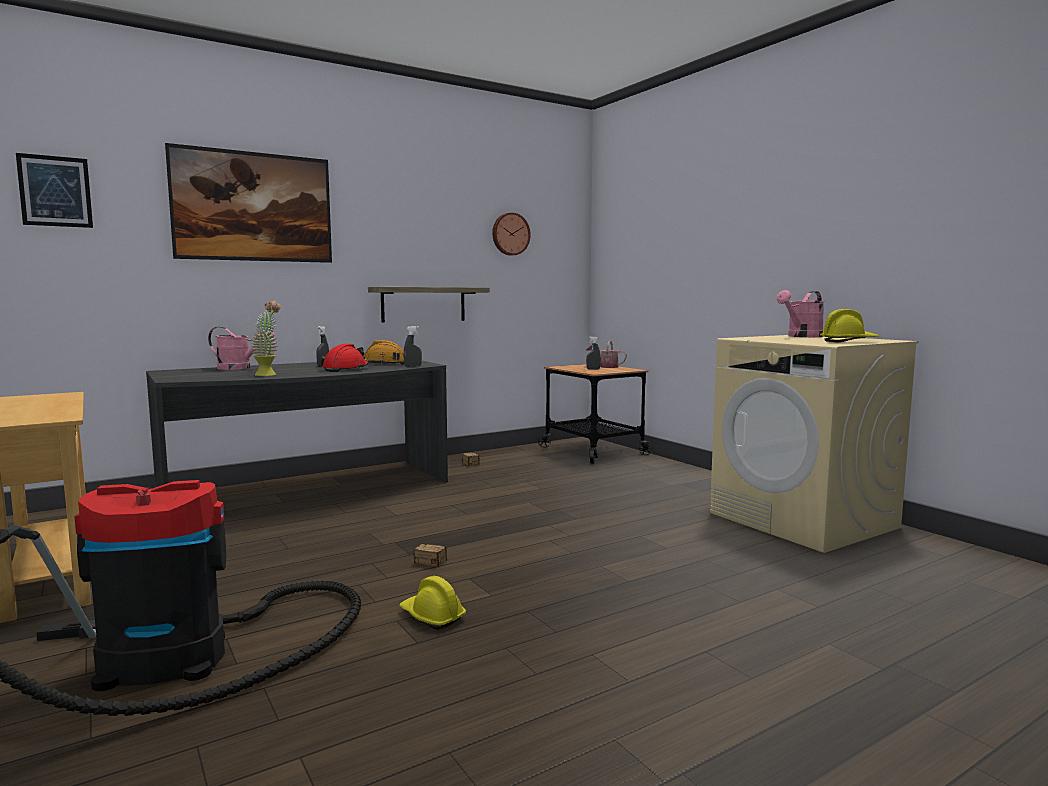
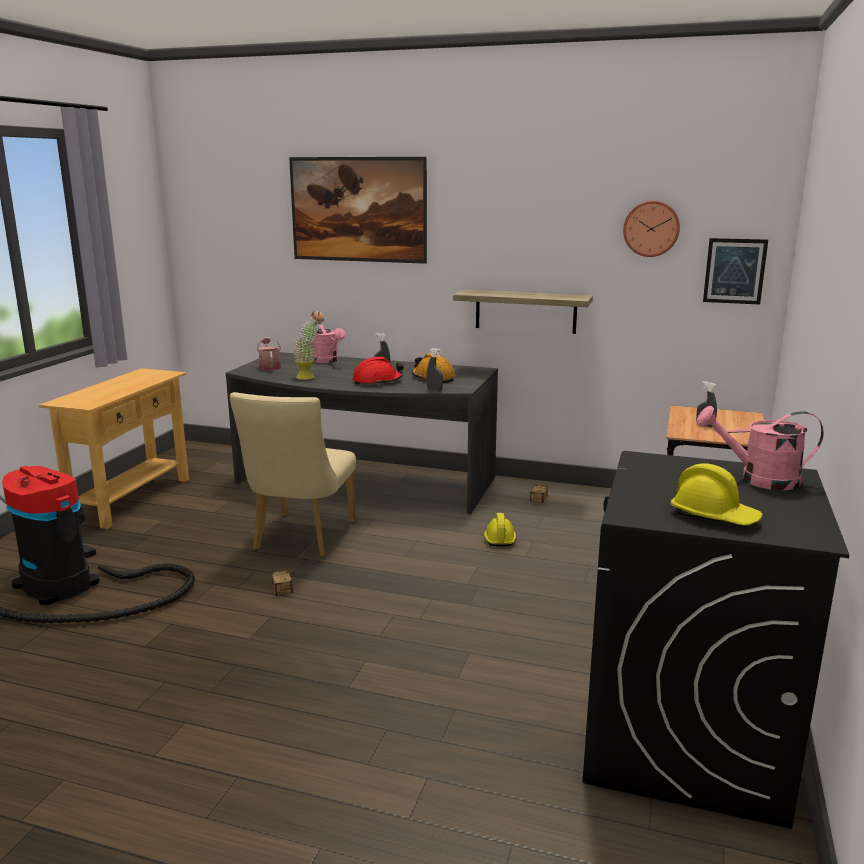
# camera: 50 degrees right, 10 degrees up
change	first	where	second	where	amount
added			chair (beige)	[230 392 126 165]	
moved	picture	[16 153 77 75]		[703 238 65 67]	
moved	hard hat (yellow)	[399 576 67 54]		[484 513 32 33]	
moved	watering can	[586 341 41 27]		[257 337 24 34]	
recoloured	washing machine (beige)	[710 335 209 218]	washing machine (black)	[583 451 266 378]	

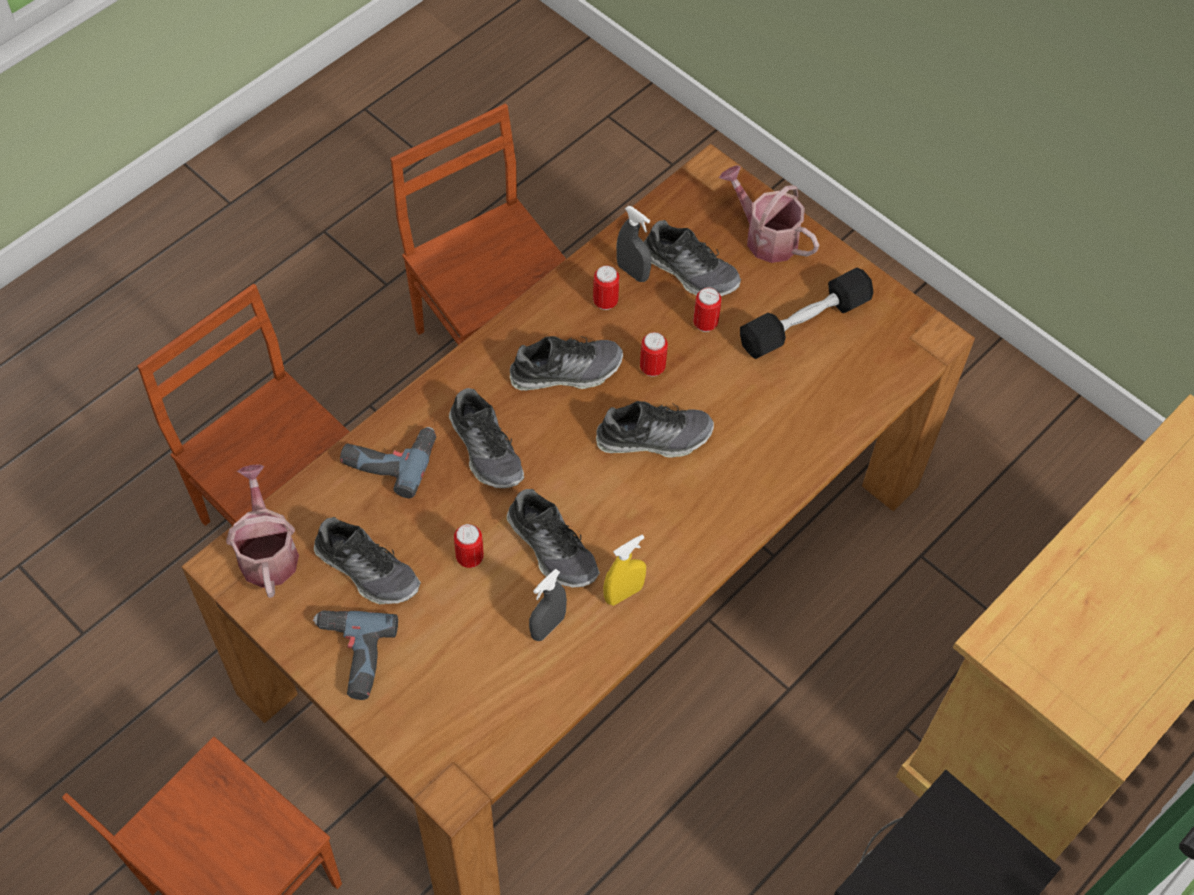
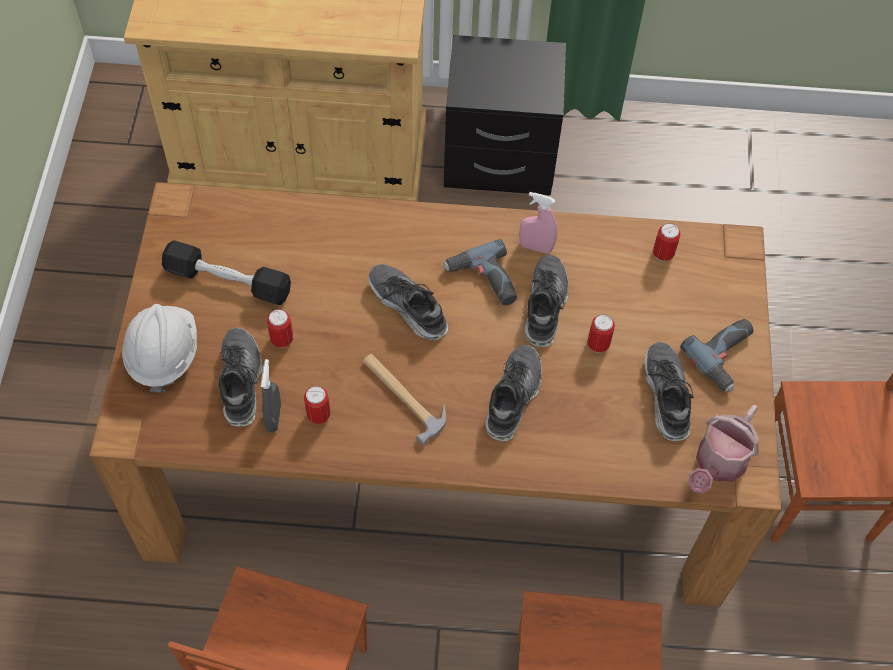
# camera: 130 degrees left, 0 degrees up
change	first	where	second	where	amount
removed	spray bottle (grey)	[529 569 38 72]			
moved	power drill	[340 427 96 71]		[443 239 74 66]	
moved	can	[640 332 28 45]		[653 223 28 39]	
replaced	shoe	[510 336 113 55]	hammer	[363 354 83 92]	
replaced	watering can	[719 165 100 98]	hard hat (white)	[122 304 75 88]	
recoloured	spray bottle (yellow)	[603 535 43 71]	spray bottle (pink)	[519 192 38 62]	

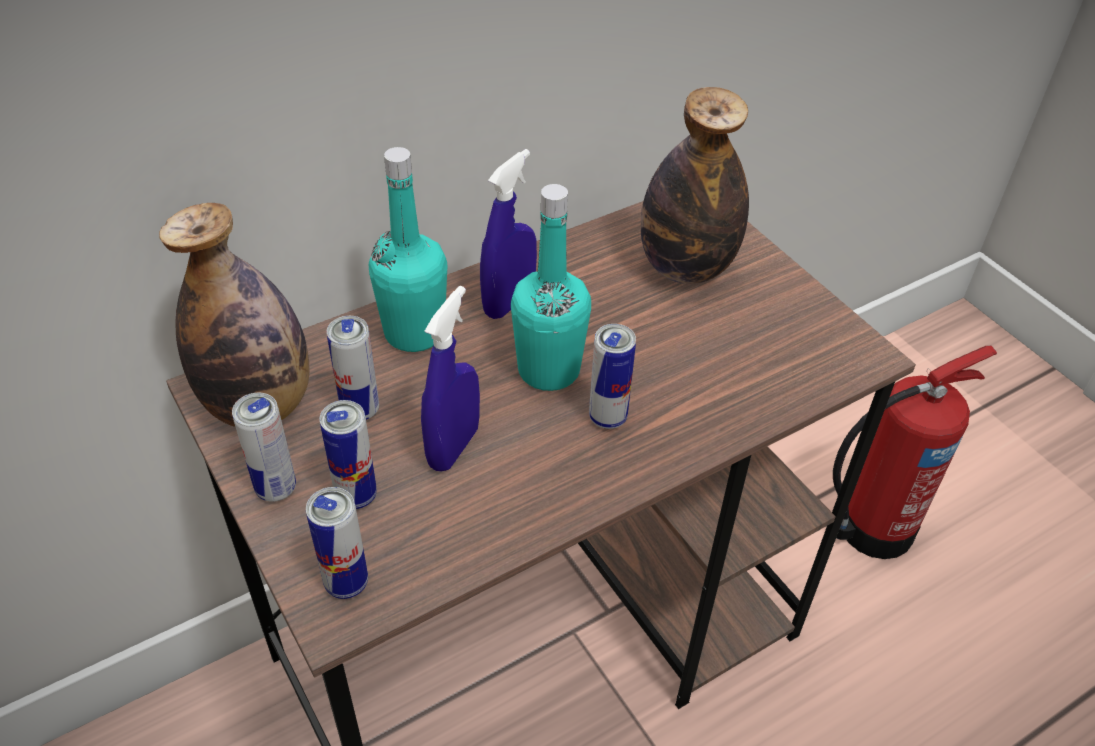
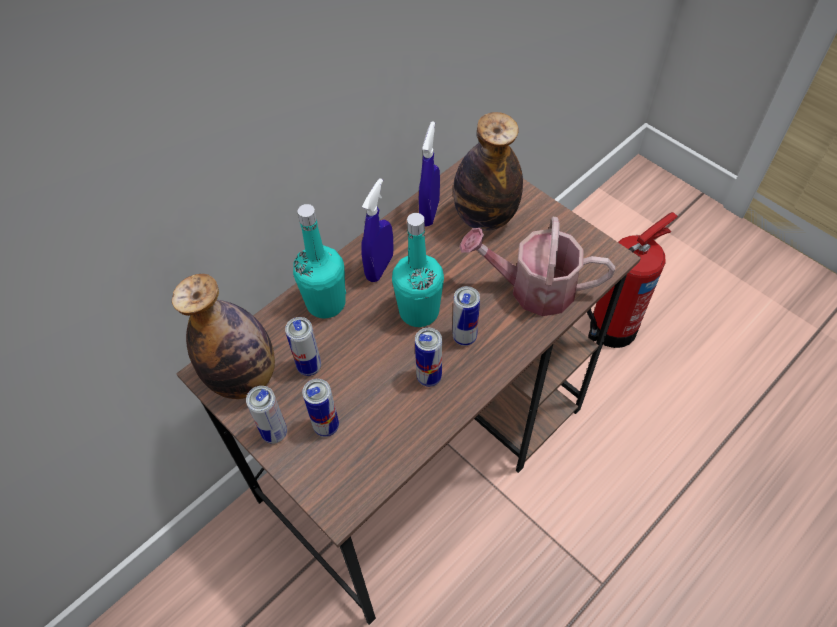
# camera: 10 degrees left, 10 degrees up
change	first	where	second	where	amount
added			watering can	[459 217 156 99]	
moved	can	[306 487 62 112]		[415 328 27 59]	
moved	spray bottle (blue)	[421 286 59 186]		[419 121 21 105]	

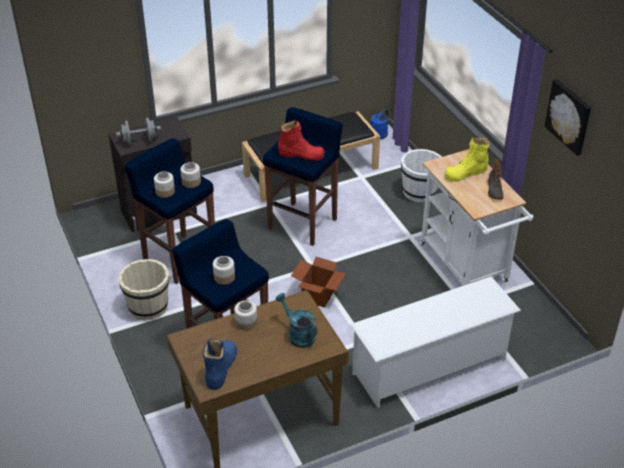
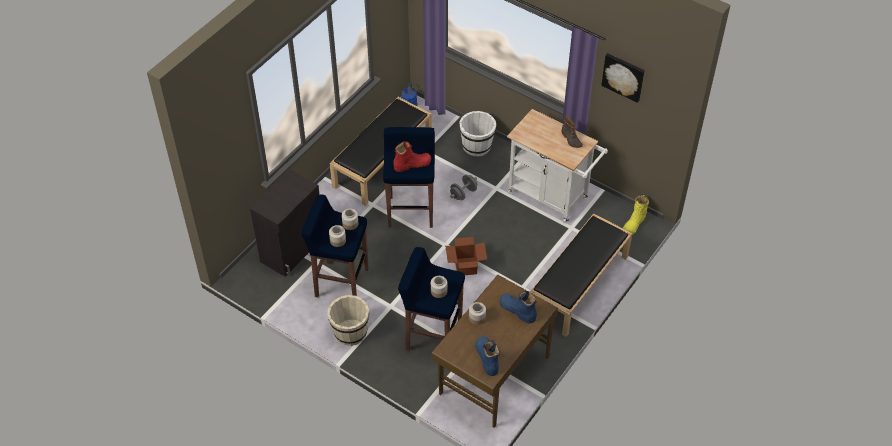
# camera: 30 degrees left, 10 degrees up
change	first	where	second	where	amount
moved	dumbbell (grey)	[116 118 45 27]		[450 175 27 25]	
moved	boot (yellow)	[445 137 44 45]		[623 195 26 40]	
replaced	watering can (turquoise)	[275 293 42 55]	boot (blue)	[500 291 37 33]	
replaced	shoe rack (white)	[350 276 171 132]	bench (black)	[530 213 102 124]	

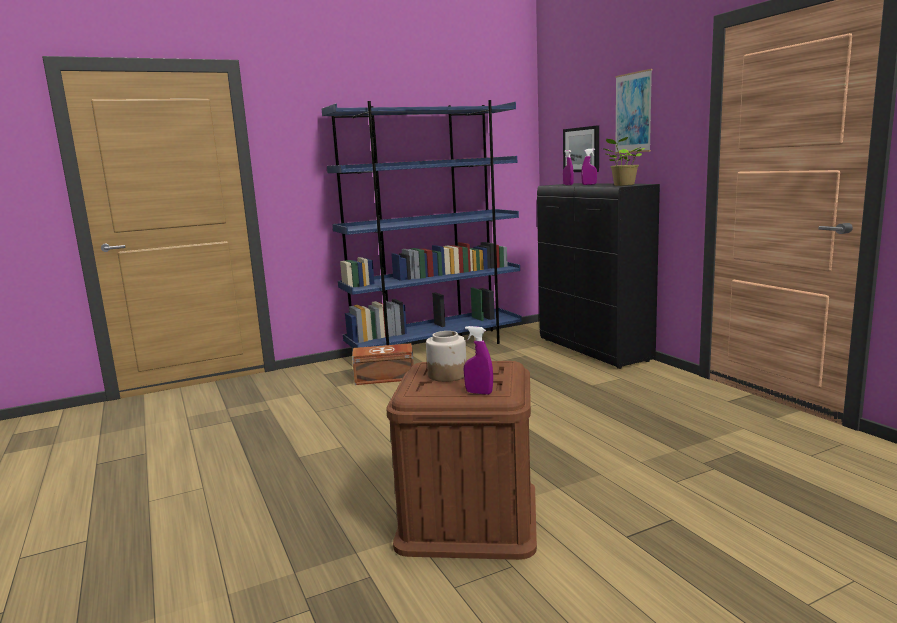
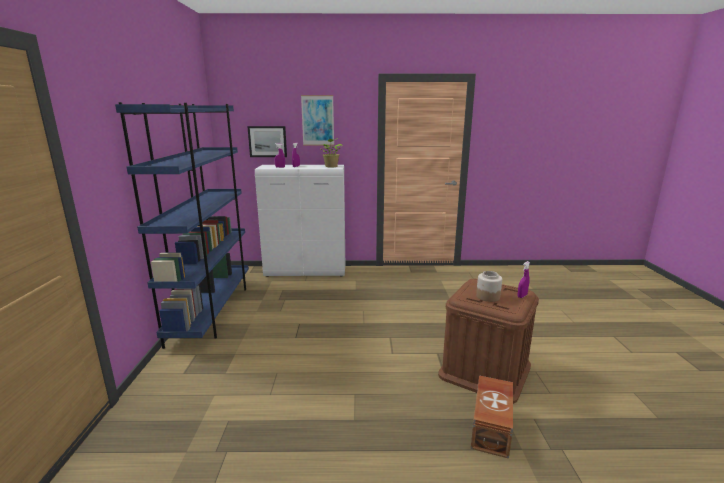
# camera: 65 degrees left, 5 degrees up
change	first	where	second	where	amount
moved	storage box (brown)	[352 343 62 42]		[471 375 42 84]	
recoloured	cabinet (black)	[537 183 123 186]	cabinet (white)	[255 165 90 112]	

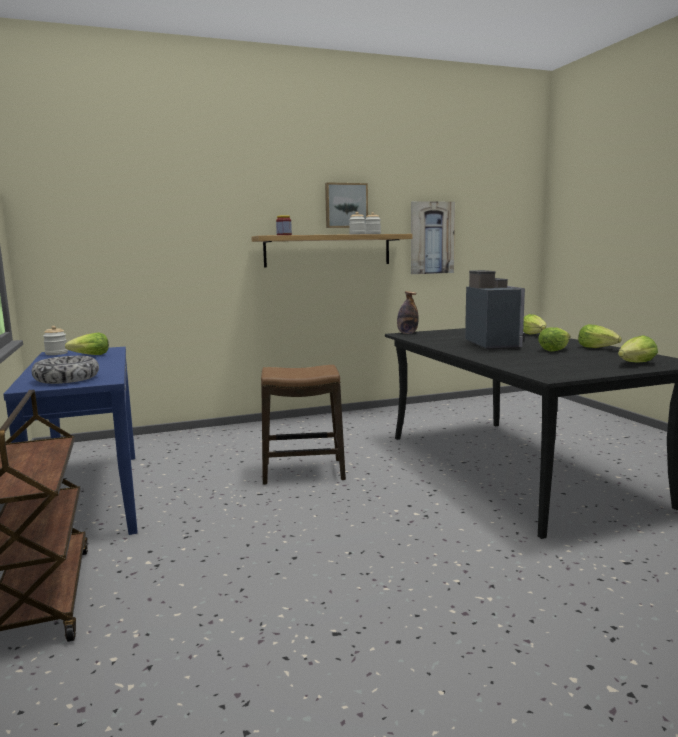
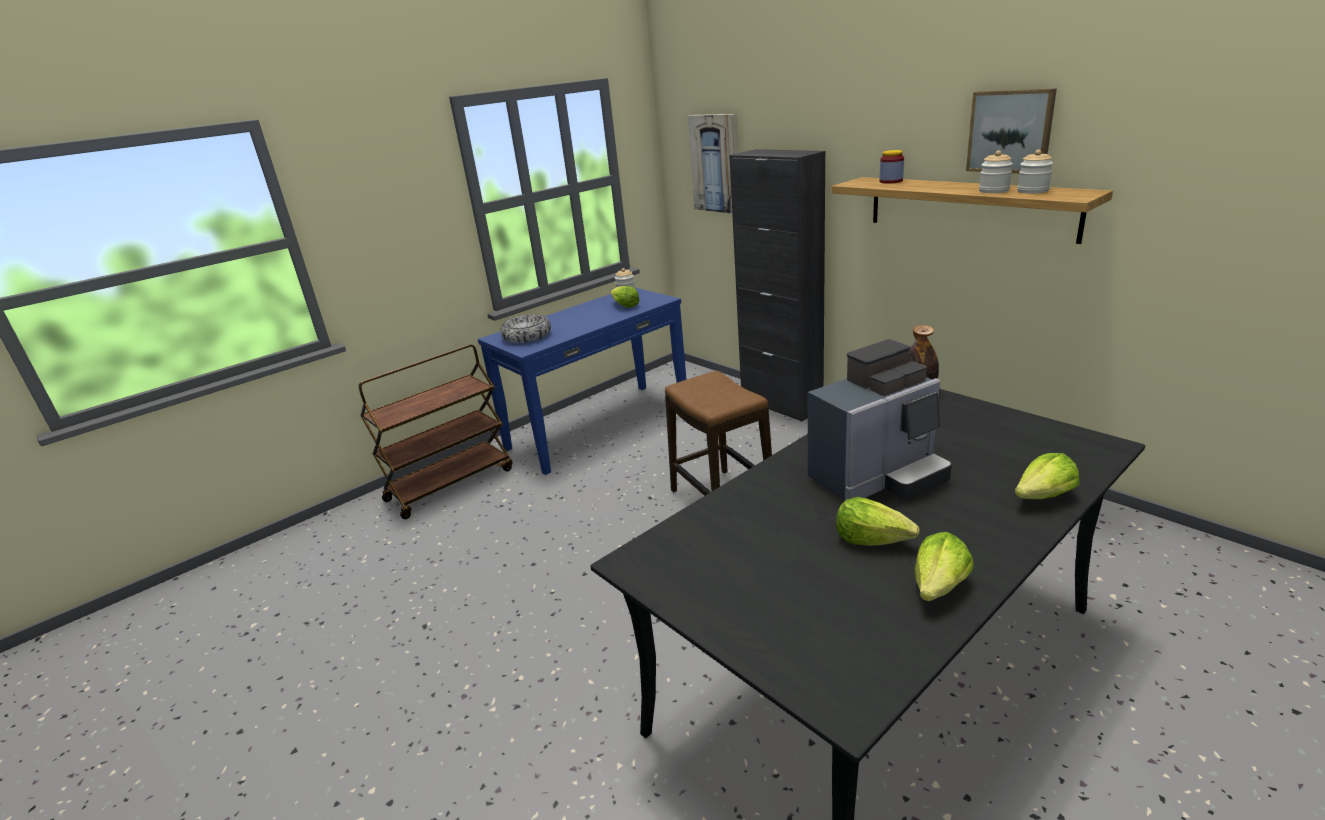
# camera: 70 degrees right, 15 degrees up
change	first	where	second	where	amount
removed	lettuce	[618 335 40 28]			
added			cabinet (black)	[730 149 95 273]	
moved	picture	[411 201 44 73]		[687 114 51 99]	

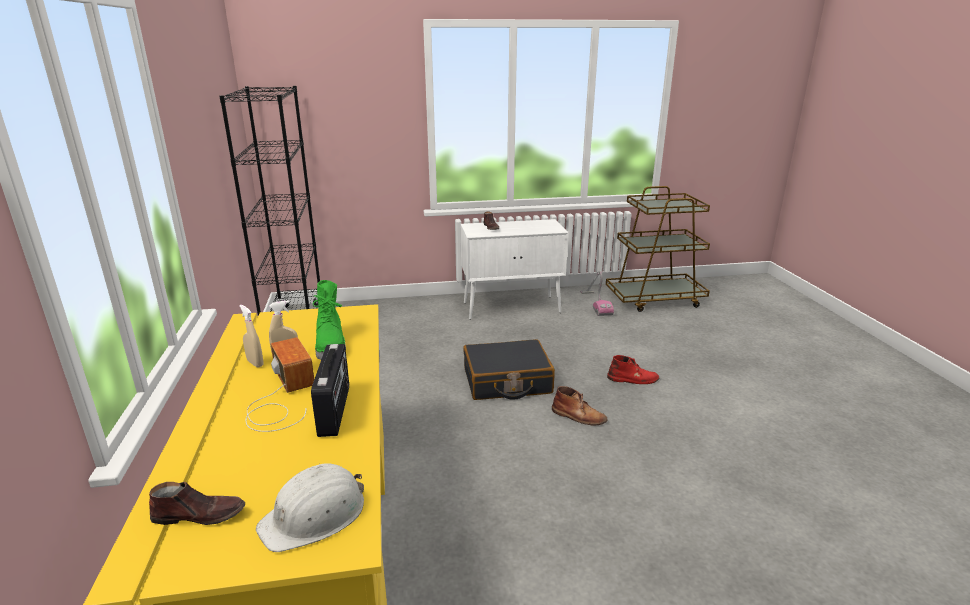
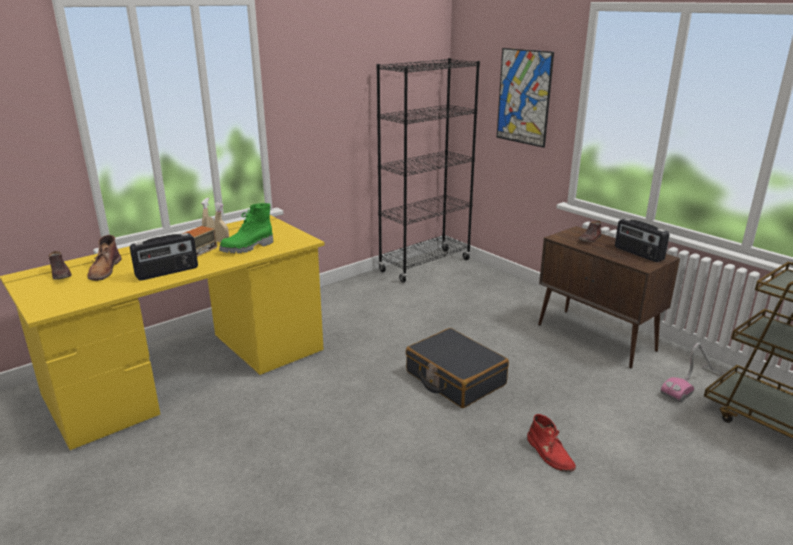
# camera: 60 degrees right, 0 degrees up
change	first	where	second	where	amount
removed	hard hat (white)	[256 463 108 89]			
added			picture	[496 48 58 100]	
added			radio	[615 218 55 44]	
moved	boot (brown)	[552 386 56 39]		[87 235 34 46]	
recoloured	cabinet (white)	[461 219 107 101]	cabinet (brown)	[538 226 142 142]	

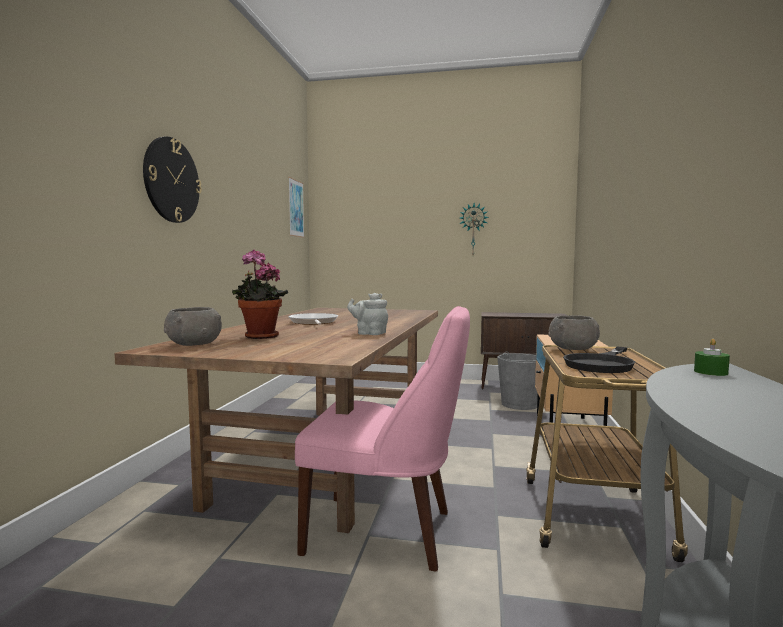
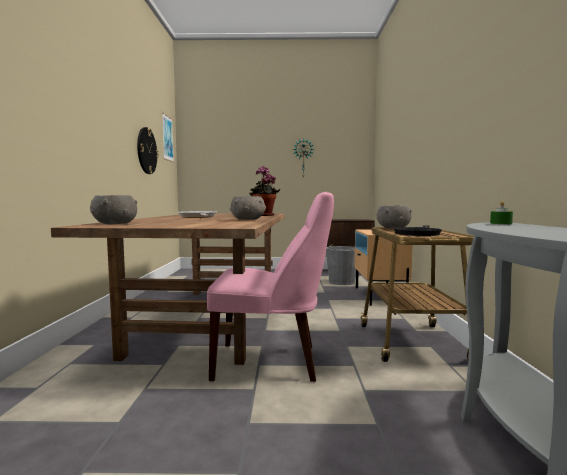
# camera: 10 degrees left, 0 degrees up
change	first	where	second	where	amount
moved	wall clock	[143 136 59 87]		[137 127 22 47]	
moved	potted plant	[232 250 56 89]		[249 167 31 49]	
replaced	teapot (grey)	[347 293 41 42]	bowl (grey)	[230 196 36 24]	

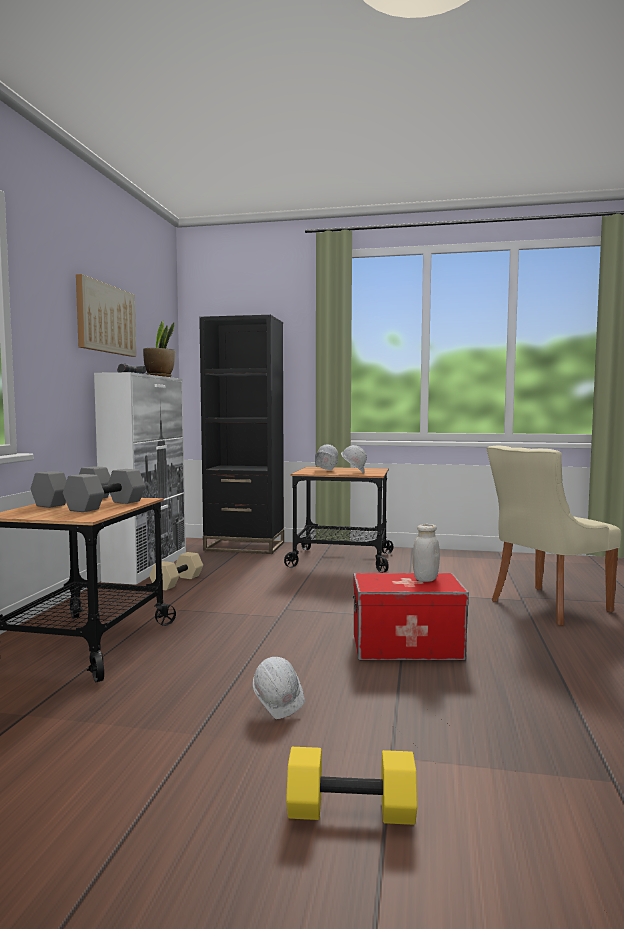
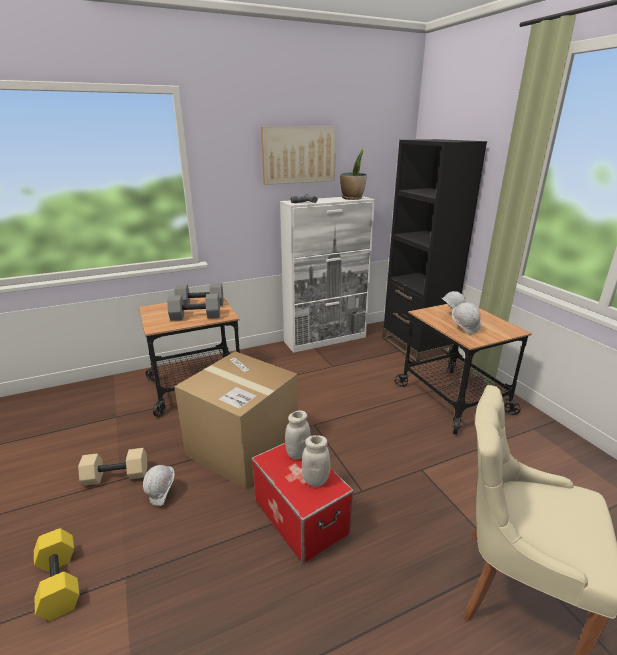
# camera: 55 degrees right, 20 degrees up
change	first	where	second	where	amount
added			cardboard box	[174 351 124 139]	
added			jar (white)	[285 410 26 49]	
moved	dumbbell (beige)	[149 552 54 38]		[78 448 70 38]	

